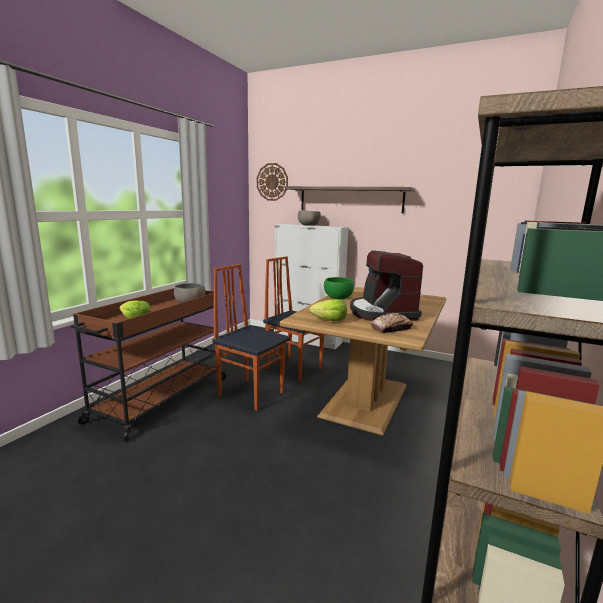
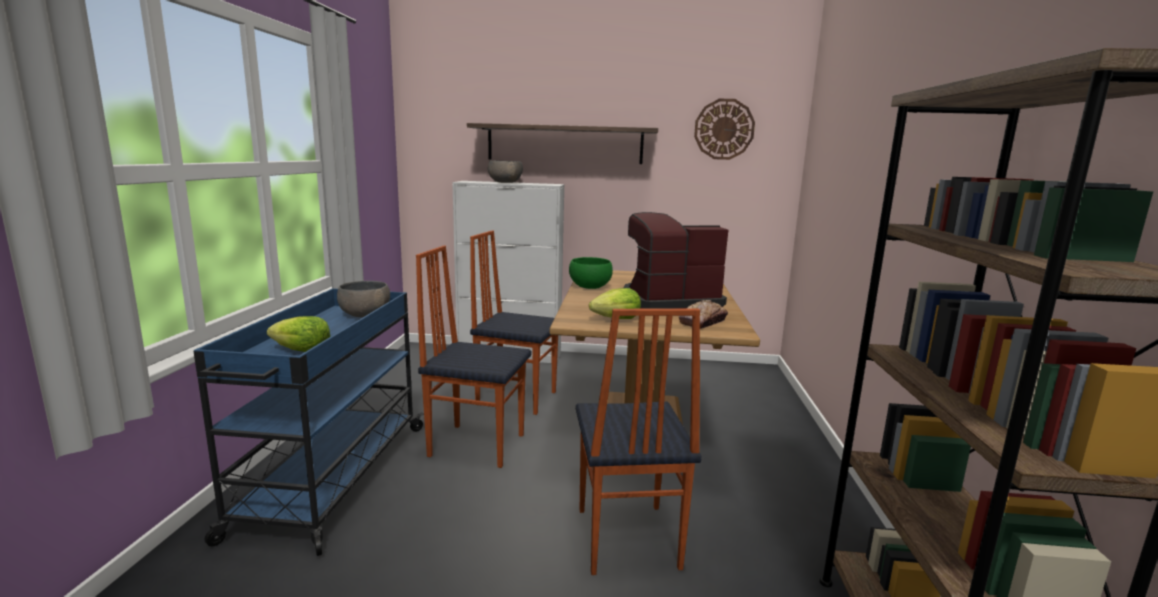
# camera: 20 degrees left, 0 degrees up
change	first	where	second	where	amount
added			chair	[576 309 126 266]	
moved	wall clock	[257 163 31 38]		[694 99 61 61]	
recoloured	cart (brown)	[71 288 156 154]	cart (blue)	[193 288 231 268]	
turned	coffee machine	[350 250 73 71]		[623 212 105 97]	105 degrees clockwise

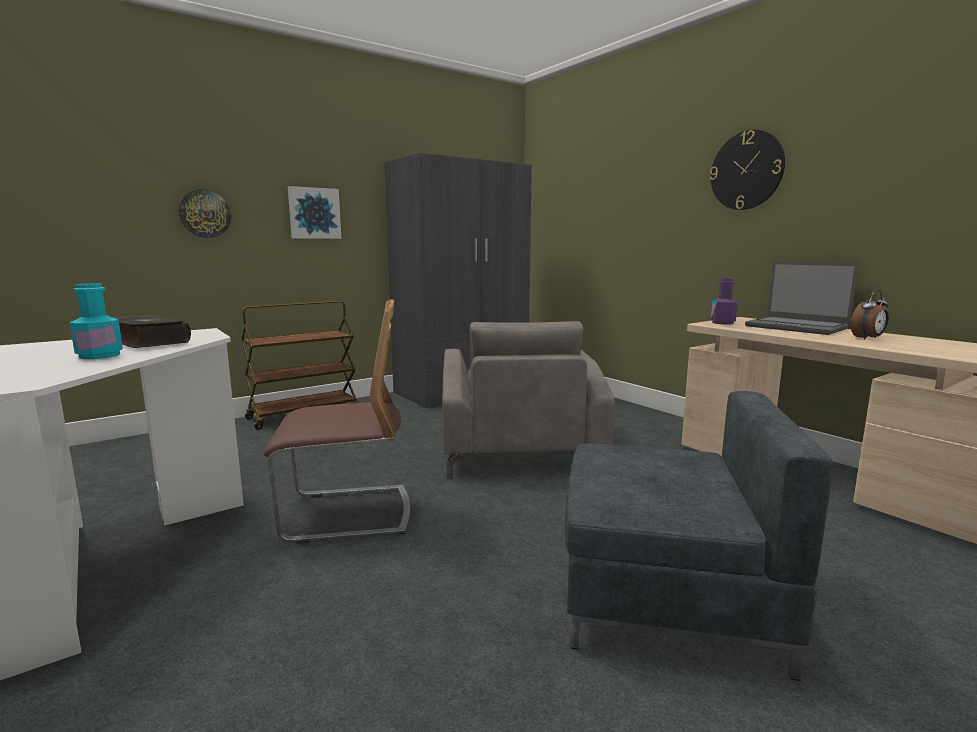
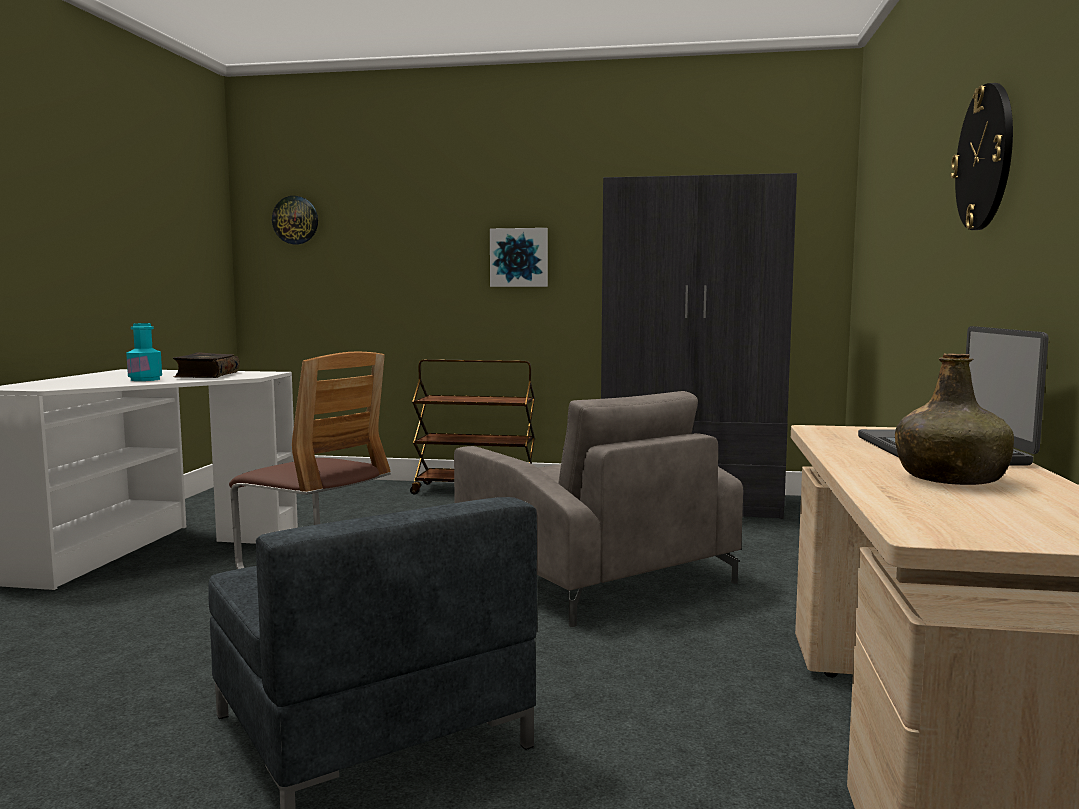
# camera: 45 degrees right, 5 degrees down
change	first	where	second	where	amount
removed	bottle (purple)	[711 279 27 46]			
moved	wall clock	[179 189 52 49]		[272 196 46 48]	
replaced	alarm clock	[851 290 38 50]	bottle (green)	[895 353 119 132]	
turned	armchair (grey)	[442 321 173 158]		[454 391 289 236]	75 degrees counterclockwise

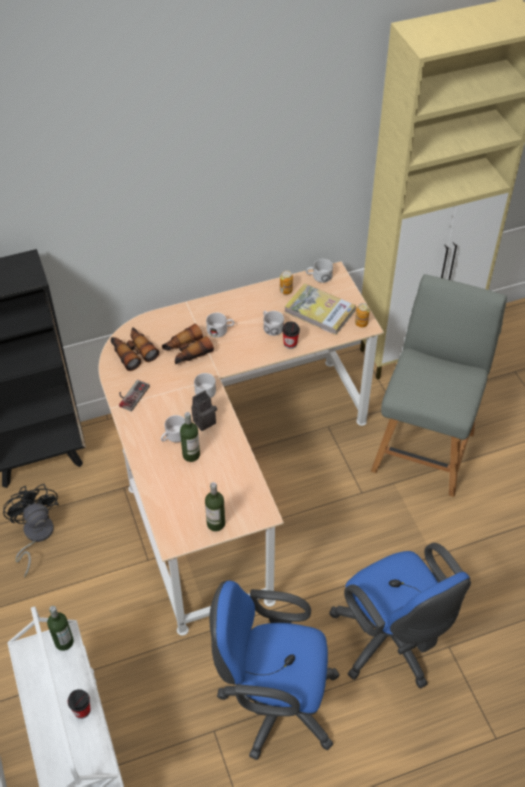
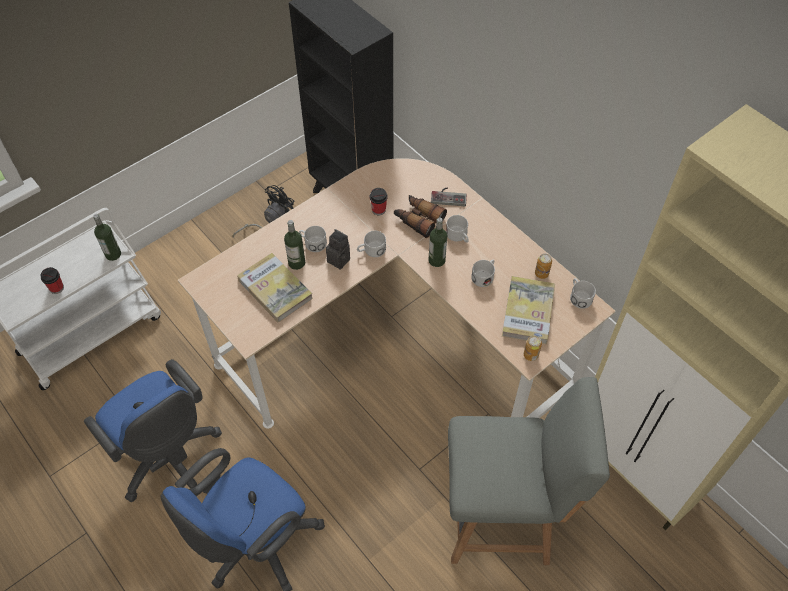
# camera: 70 degrees right, 5 degrees up
change	first	where	second	where	amount
removed	binoculars	[111 327 48 44]			
added			book	[237 253 76 70]	
moved	game controller	[119 380 31 32]		[431 187 36 19]	
moved	bottle	[205 482 20 49]		[428 217 19 50]	
moved	cup	[282 322 18 27]		[370 188 18 27]	
turned	office chair (blue)	[209 581 131 179]		[84 359 138 143]	150 degrees clockwise

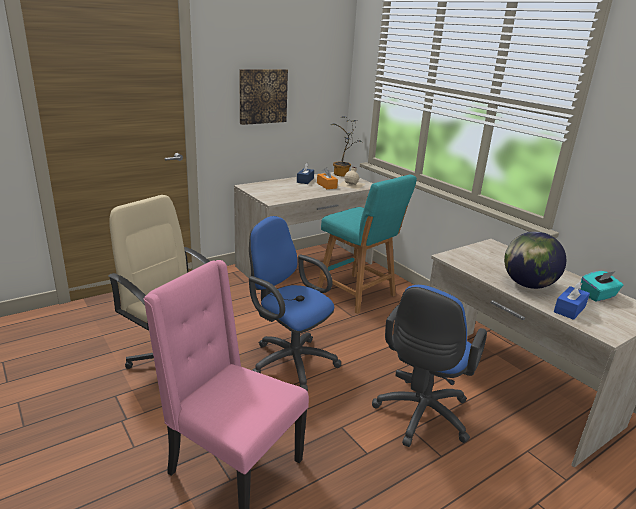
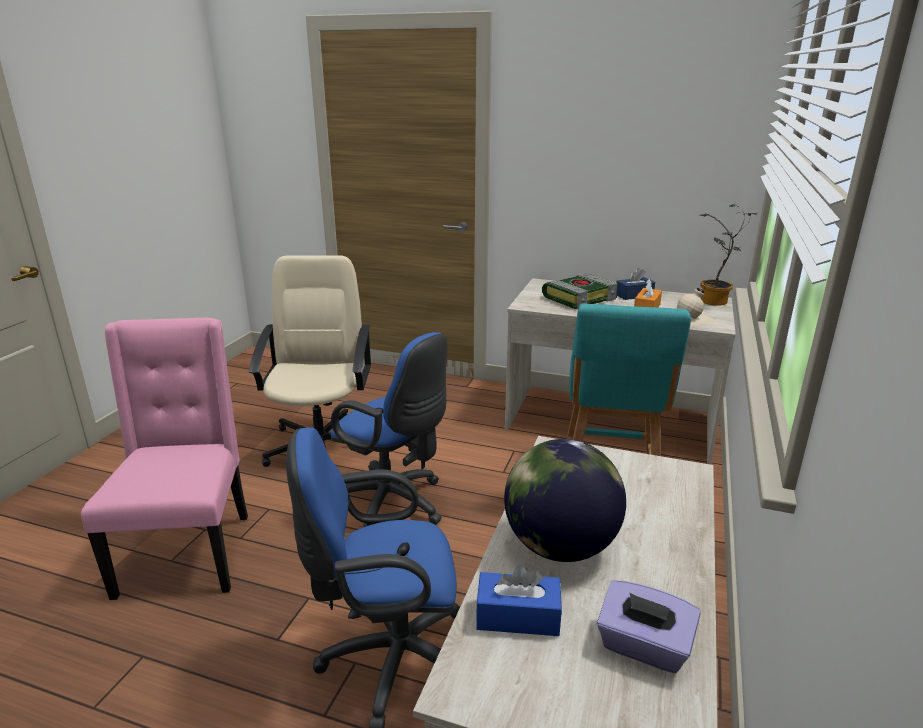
# camera: 55 degrees right, 0 degrees up
change	first	where	second	where	amount
removed	picture	[239 69 49 56]			
added			book	[542 273 76 37]	
recoloured	tissue box (turquoise)	[581 271 42 30]	tissue box (purple)	[597 580 104 93]	
turned	office chair (blue)	[249 216 92 175]		[331 332 117 195]	120 degrees clockwise

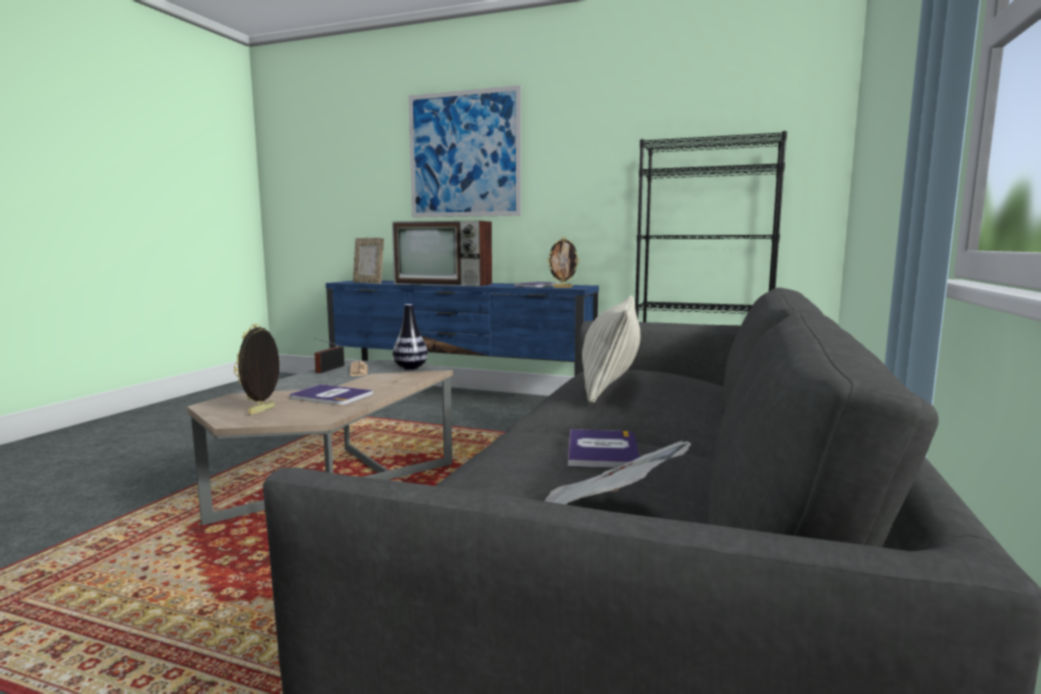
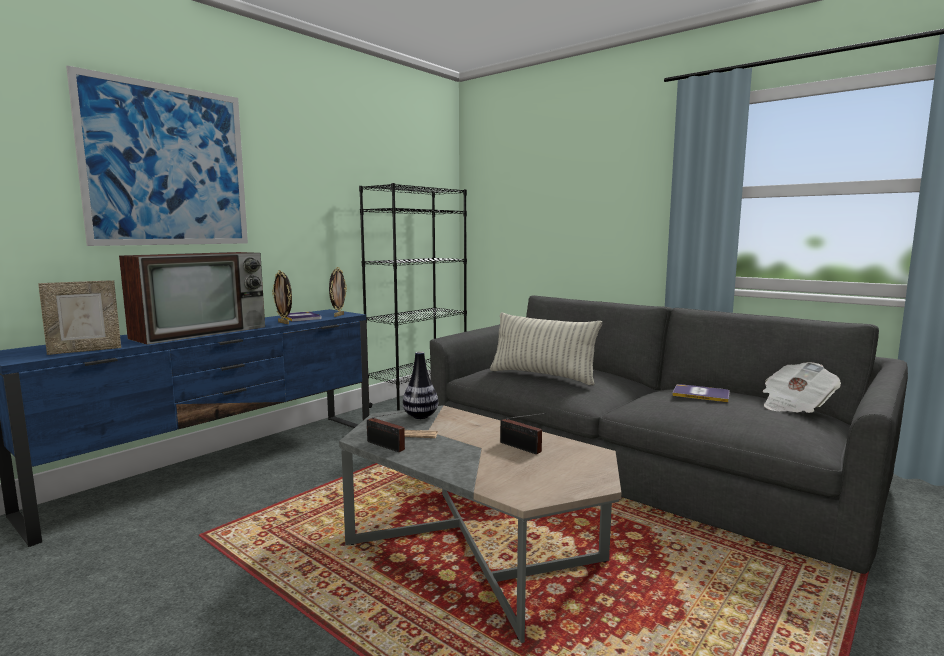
# camera: 70 degrees left, 0 degrees up
change	first	where	second	where	amount
moved	picture frame	[234 324 46 91]		[272 270 20 54]	
replaced	book	[290 384 83 21]	radio	[500 413 46 41]	

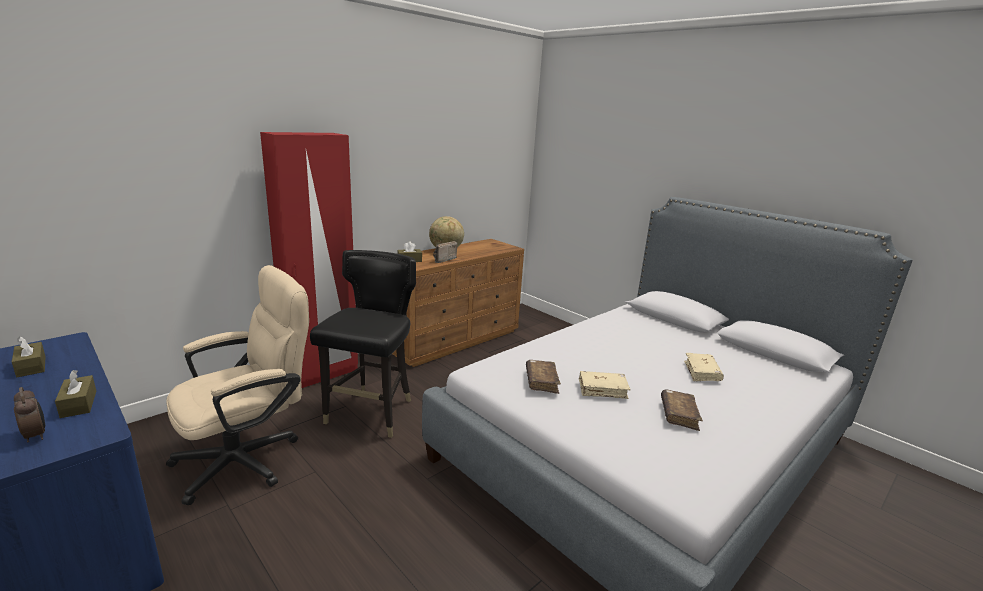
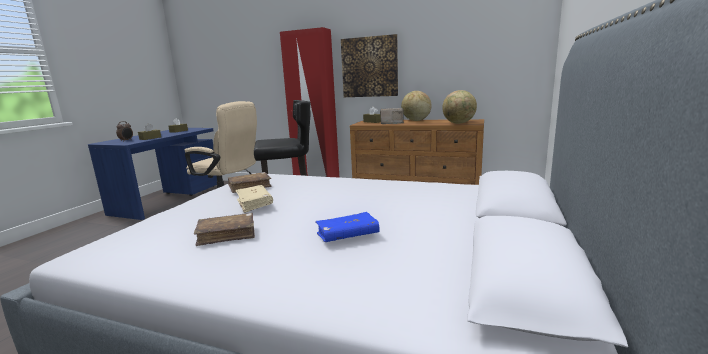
# camera: 65 degrees right, 5 degrees down
change	first	where	second	where	amount
added			picture	[341 34 57 63]	
added			globe	[442 90 35 34]	
recoloured	book (beige)	[684 353 40 28]	book (blue)	[316 212 64 30]	

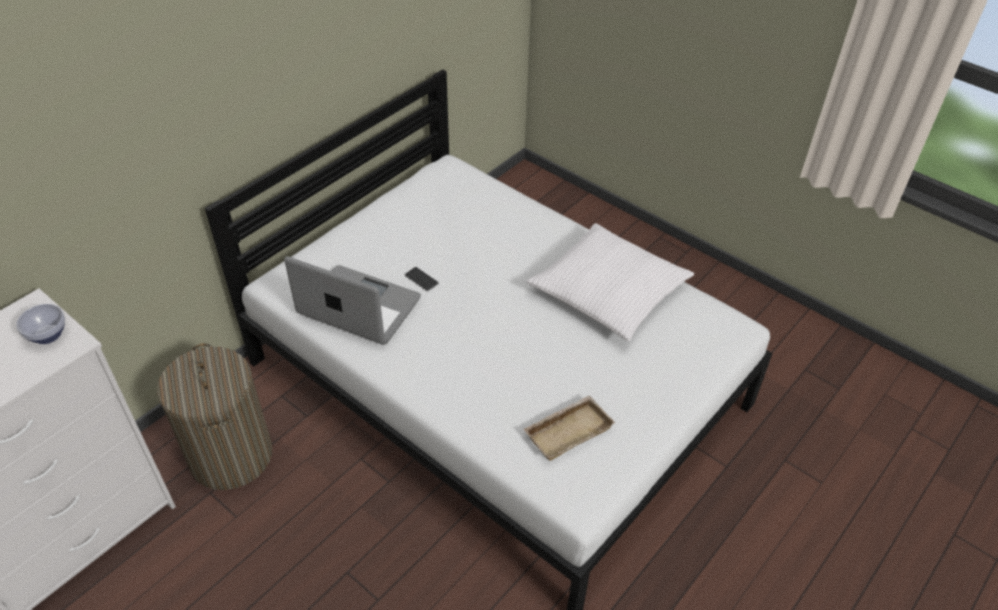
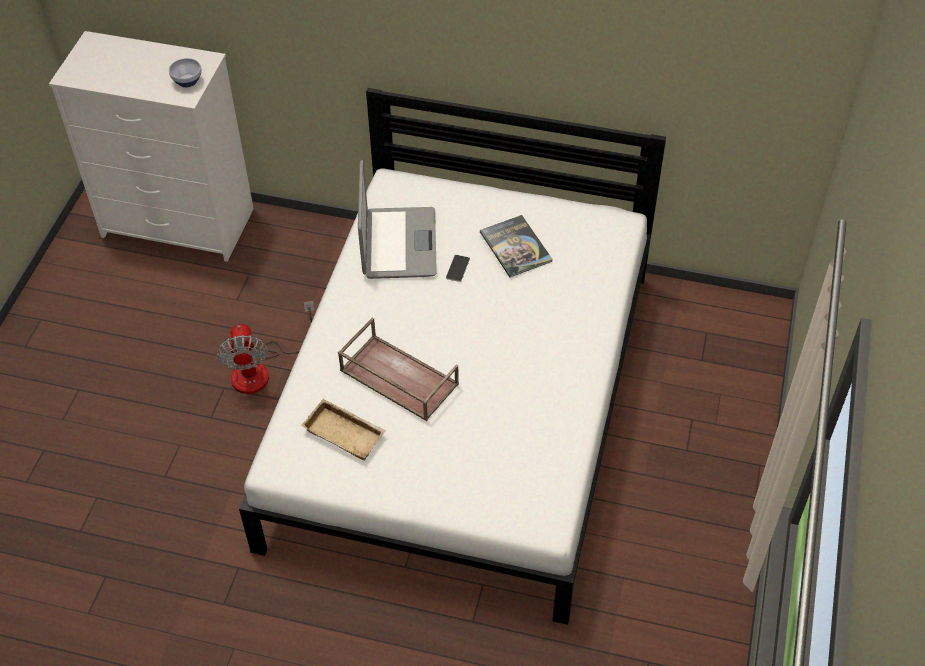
# camera: 65 degrees right, 5 degrees up
change	first	where	second	where	amount
removed	laundry basket	[157 343 115 147]			
removed	pillow (white)	[526 223 168 118]			
added			fan	[217 301 98 93]	
added			tray (brown)	[338 318 121 103]	
added			book	[480 215 73 62]	

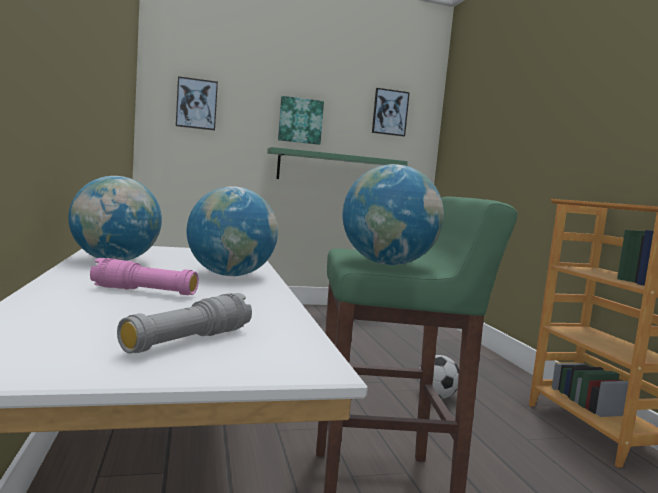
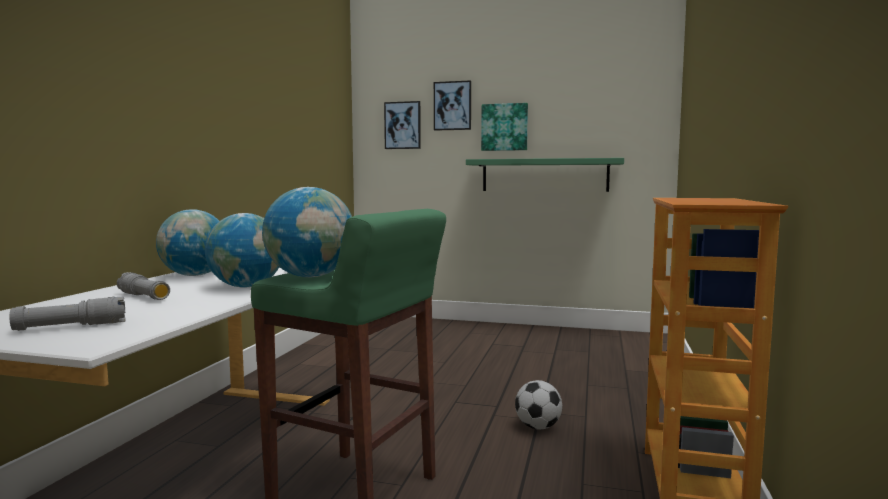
# camera: 30 degrees right, 0 degrees up
change	first	where	second	where	amount
moved	picture	[372 88 38 49]		[434 80 37 51]	
recoloured	flashlight (pink)	[90 258 109 37]	flashlight (grey)	[117 272 53 28]	

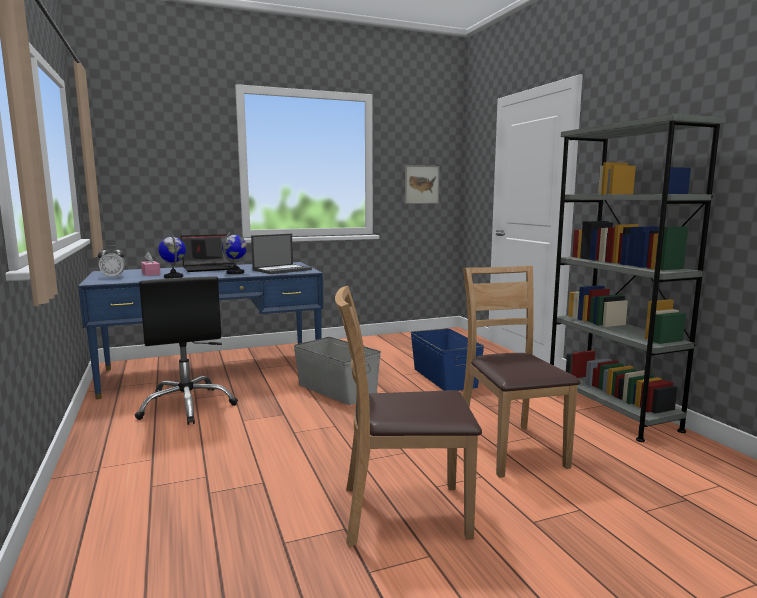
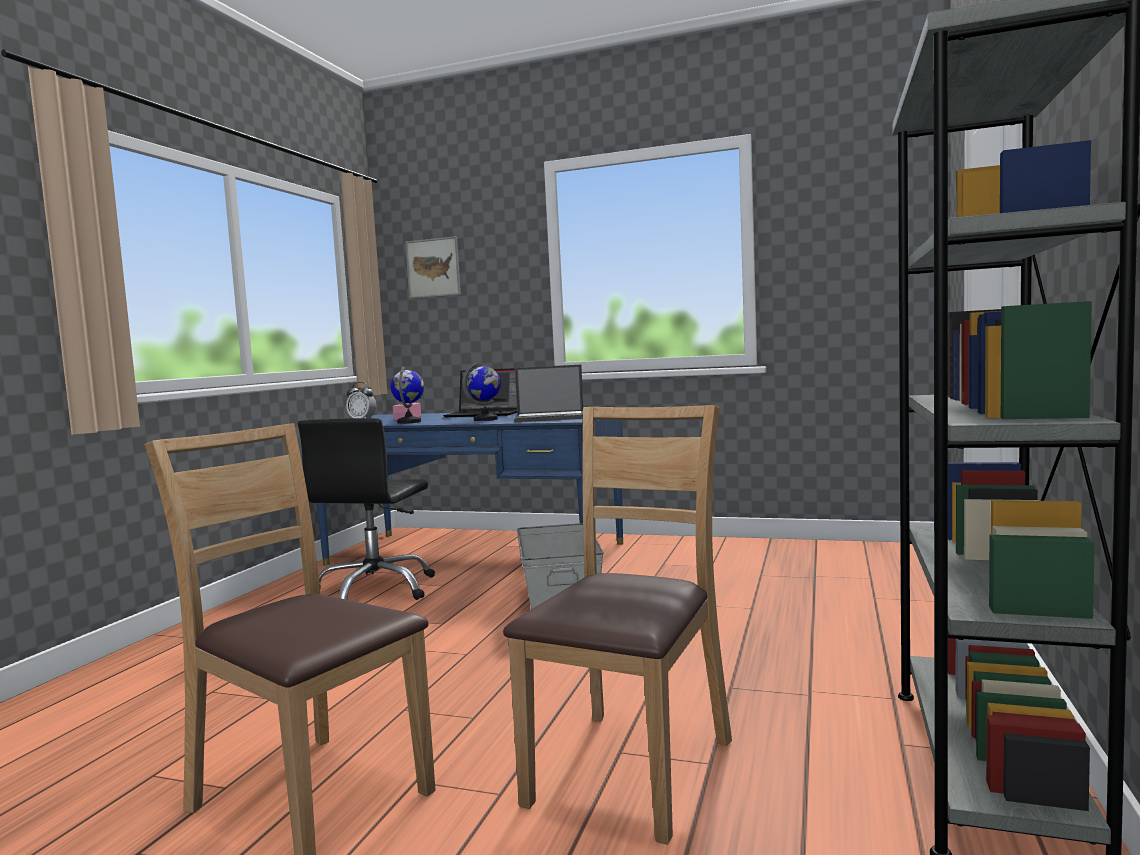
# camera: 40 degrees right, 5 degrees down
change	first	where	second	where	amount
removed	storage box (blue)	[410 328 74 63]			
moved	picture	[405 165 35 39]		[405 236 56 63]	

